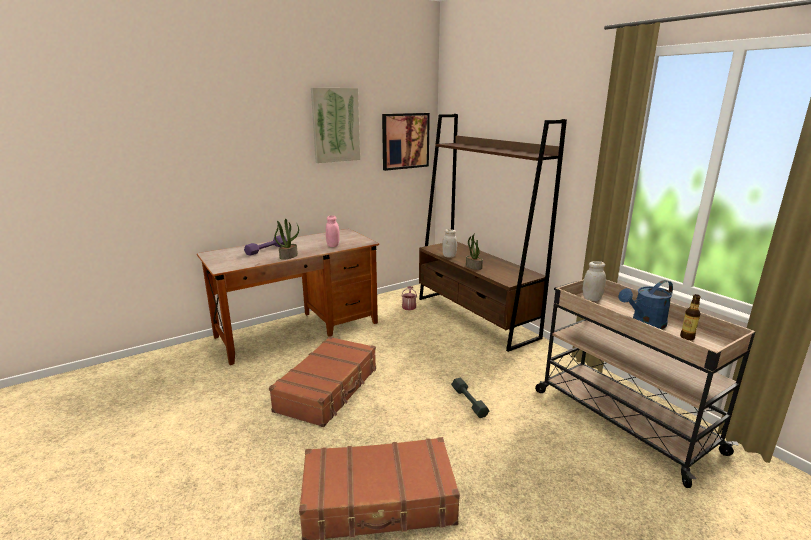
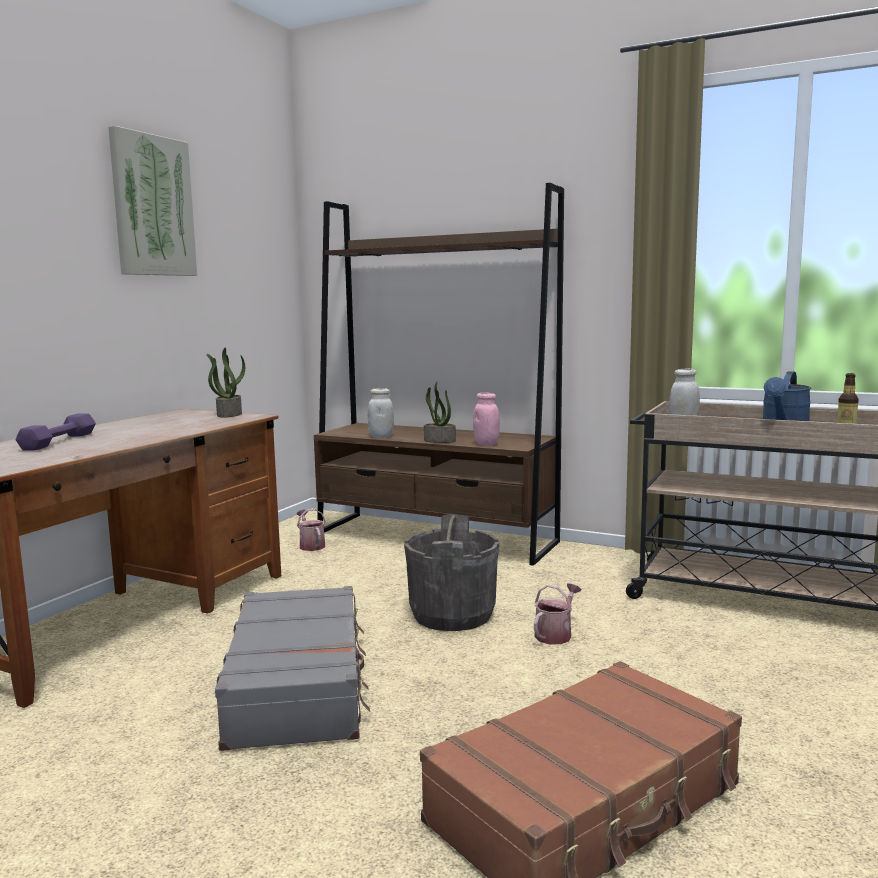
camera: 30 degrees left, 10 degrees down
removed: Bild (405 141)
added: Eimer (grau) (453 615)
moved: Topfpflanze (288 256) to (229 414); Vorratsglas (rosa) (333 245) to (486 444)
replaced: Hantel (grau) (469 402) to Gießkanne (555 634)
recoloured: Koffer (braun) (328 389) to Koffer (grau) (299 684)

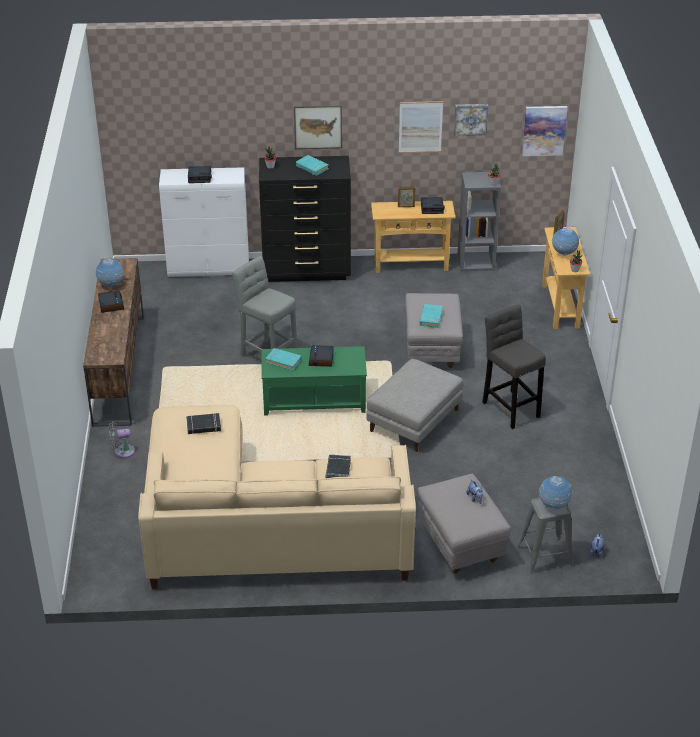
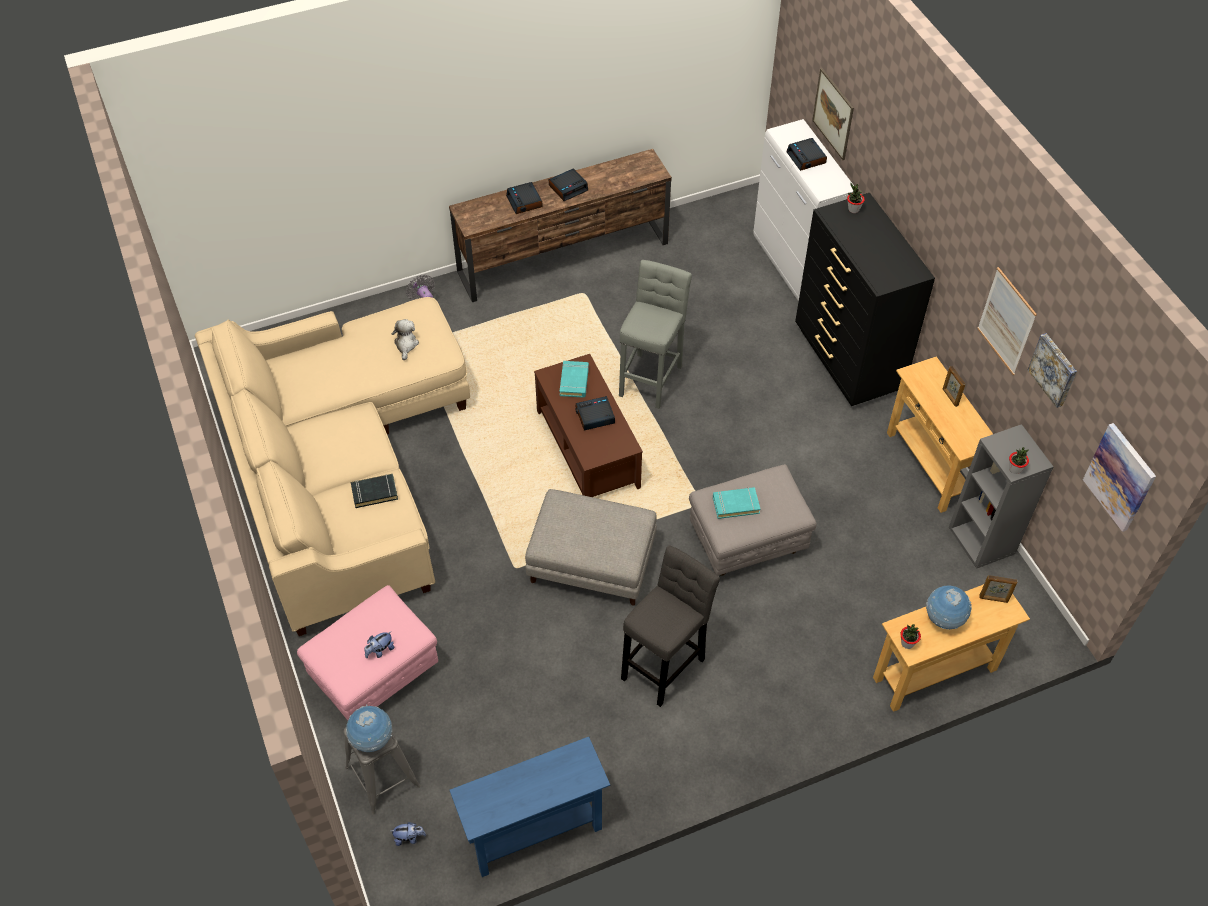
camera: 70 degrees right, 15 degrees up
removed: Globus (111 285); Buch (türkis) (312 167)
added: Konsolentisch (blau) (534 833)
moved: Wecker (432 208) to (525 202); Bild (318 127) to (833 114)
replaced: Buch (schwarz) (203 426) to Plüschtier (406 344)
recoloured: Polsterhocker (grau) (461 545) to Polsterhocker (rosa) (375 677); Couchtisch (grün) (314 400) to Couchtisch (braun) (587 449)

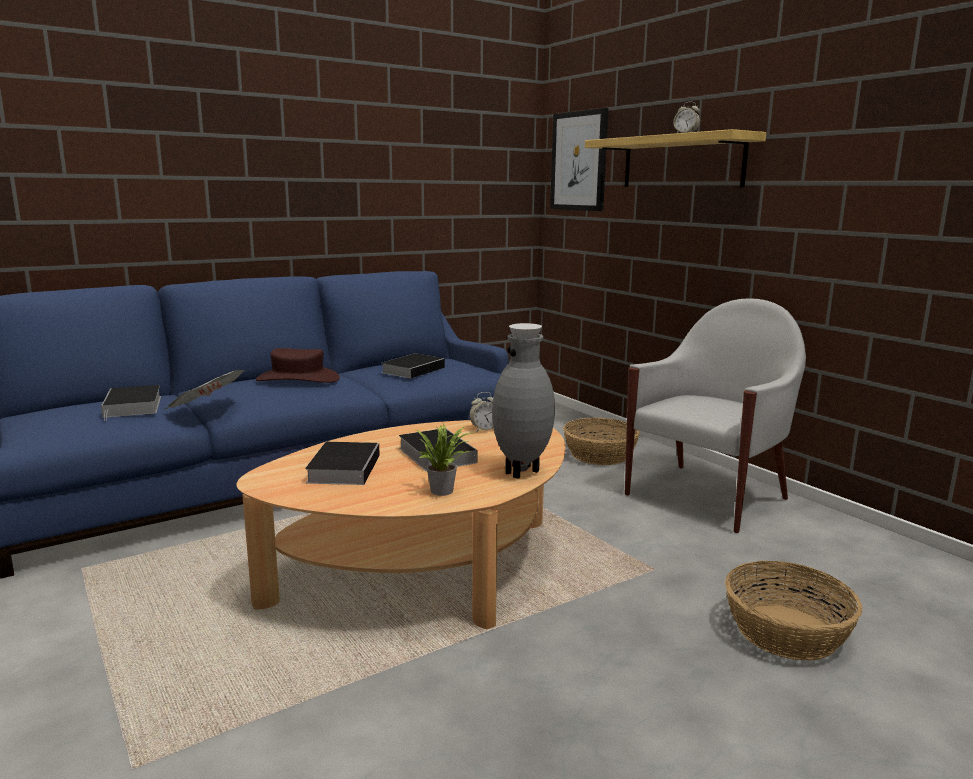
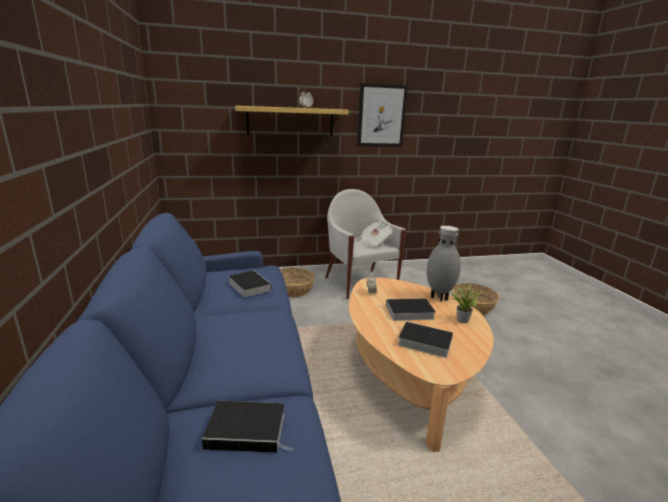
camera: 70 degrees left, 5 degrees up
removed: Hut (braun) (298 379)
moved: Bild (579 161) to (381 116); Zeitung (206 409) to (373 243)

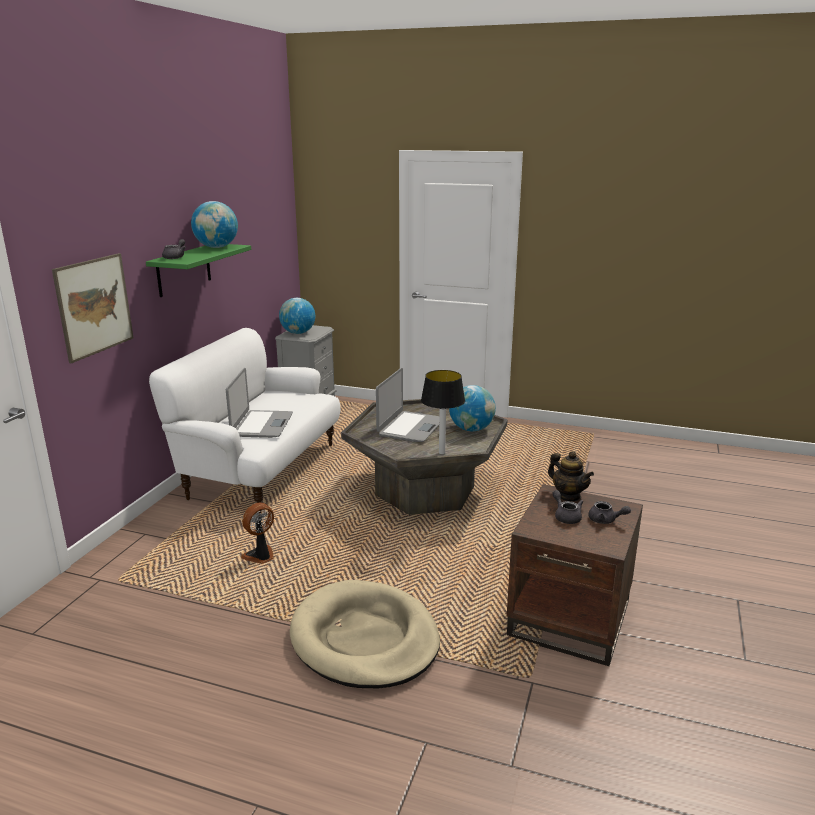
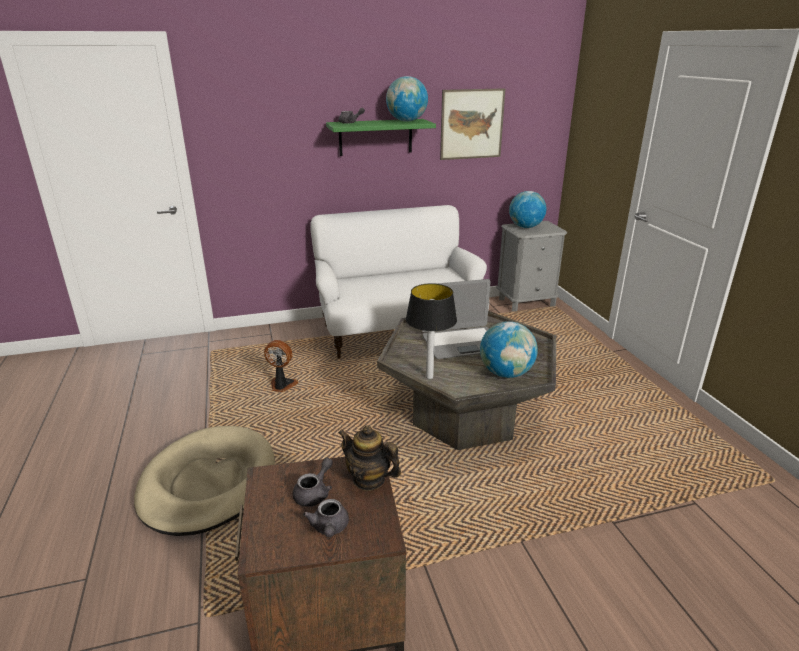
camera: 55 degrees right, 5 degrees up
removed: Laptop (262 425)
moved: Bild (94 306) to (472 124)
turned: Teekanne (568 496) = (369 479) 105 degrees clockwise

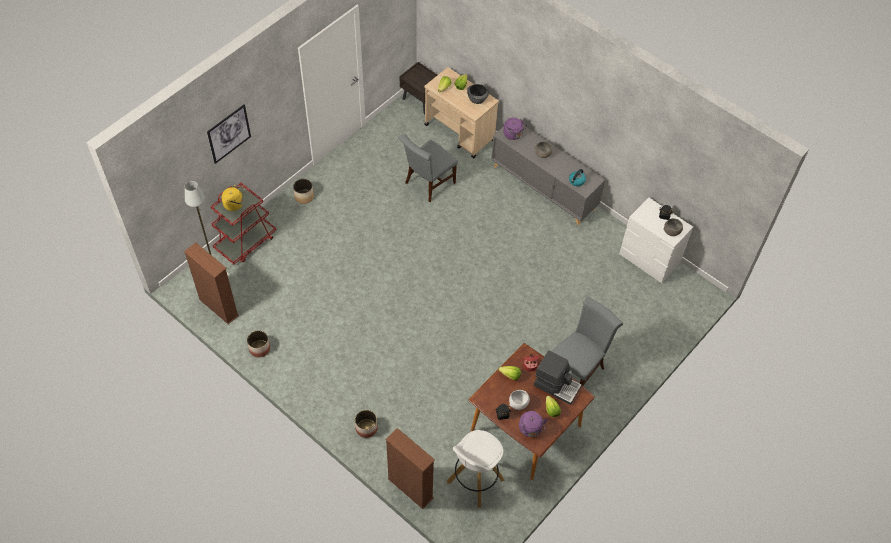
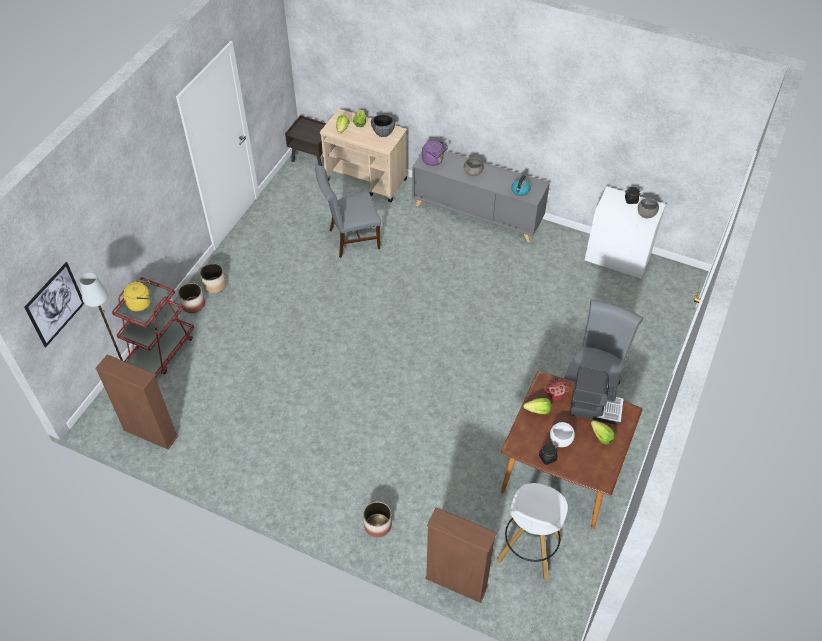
camera: 15 degrees left, 5 degrees down
removed: Wasserkessel (lila) (530 429)
moved: Bild (229 134) to (55 304); Pflanzkübel (259 348) to (193 305)
turned: Stuhl (grau) (427 184) = (350 240) 45 degrees clockwise

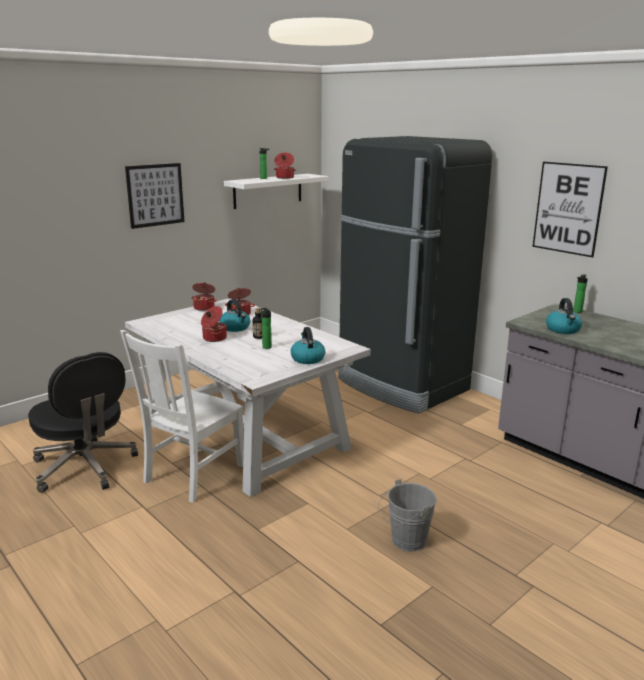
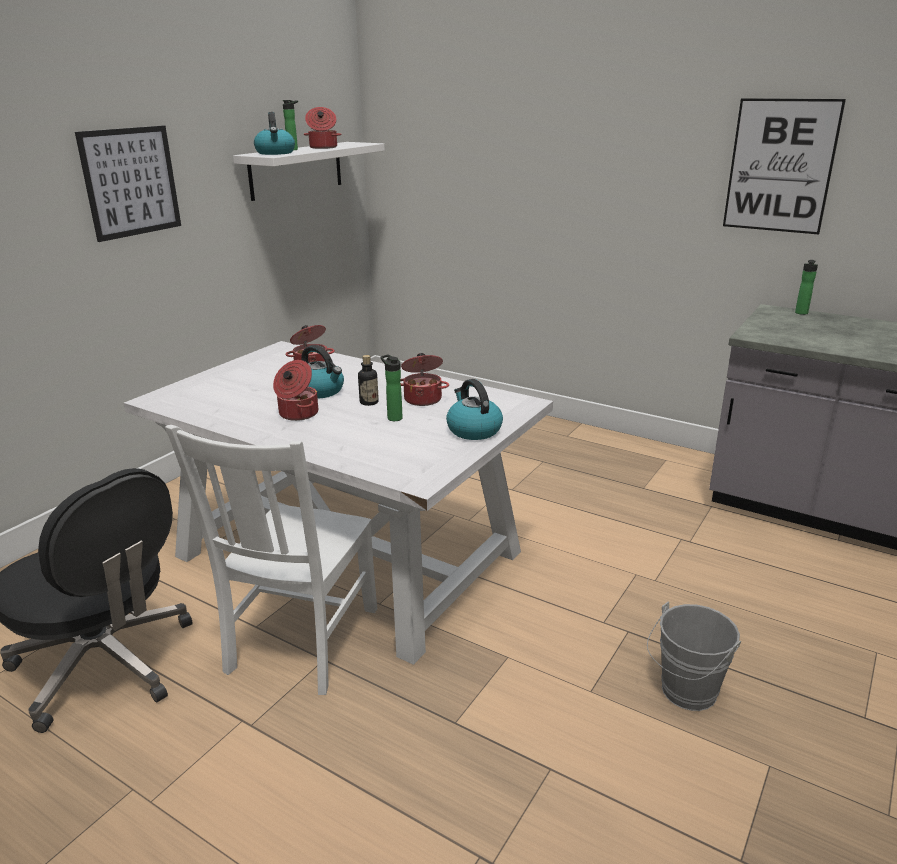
camera: 15 degrees left, 5 degrees up
removed: Kühlschrank (schwarz) (401 385)
moved: Wasserkessel (563 330) to (275 153); Kochtopf (204 307) to (423 399)

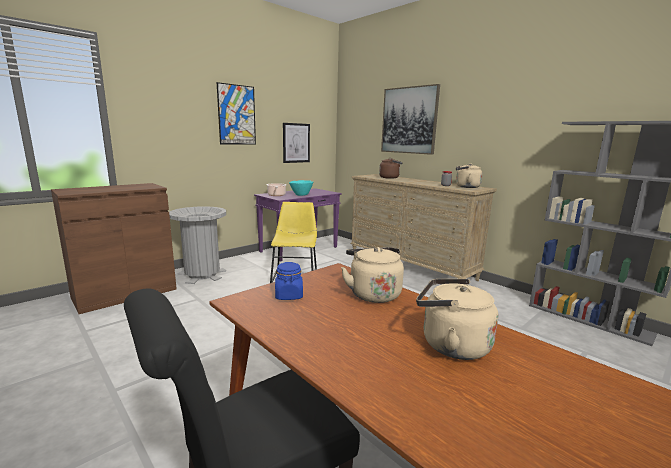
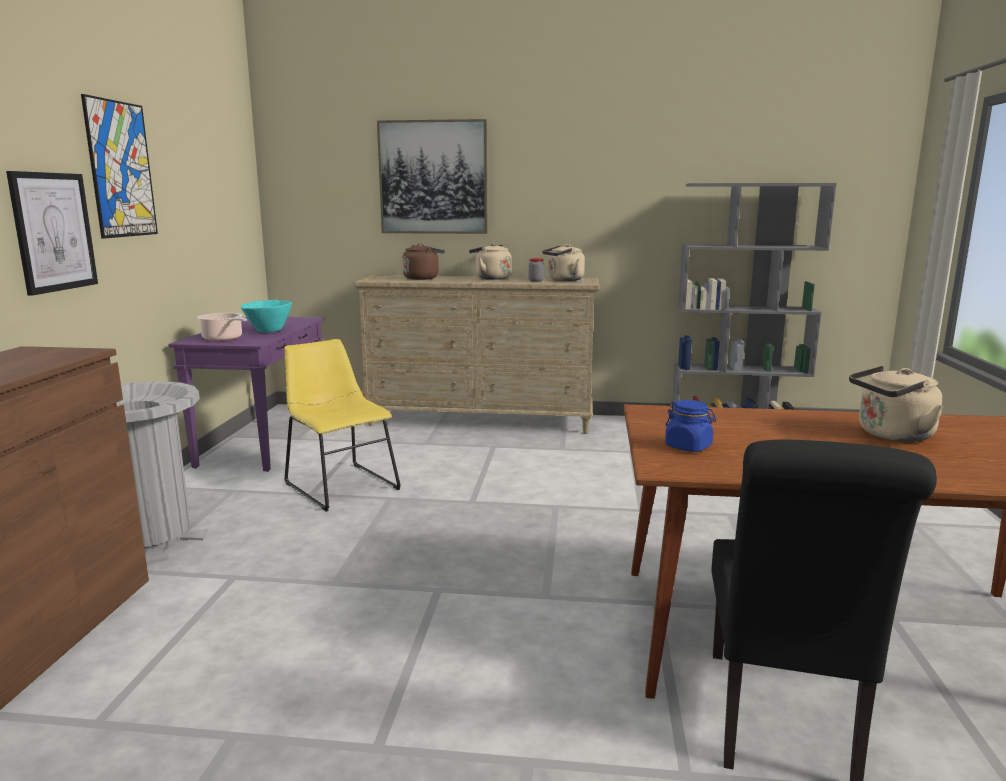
camera: 40 degrees left, 0 degrees up
moved: Bild (296 143) to (53 232); Wasserkessel (beige) (373 293) to (491 278)

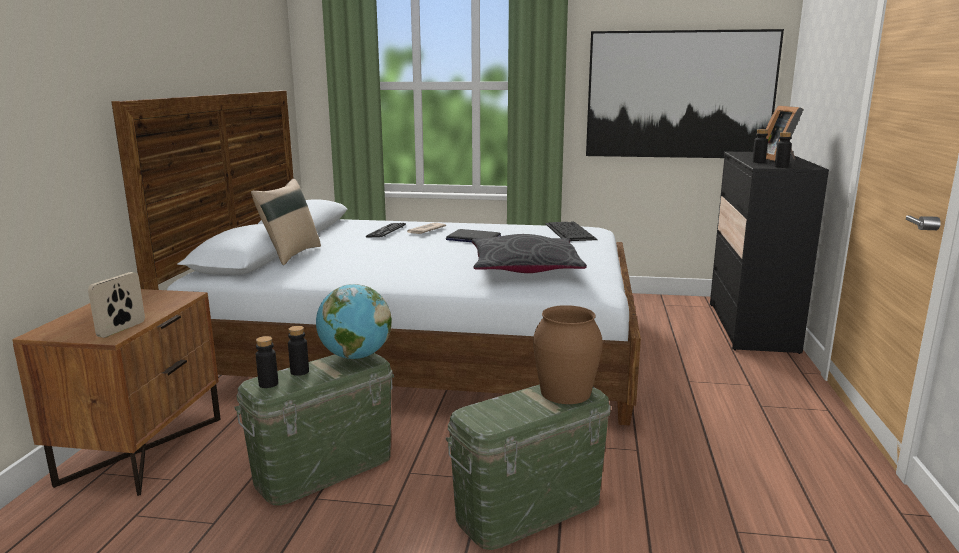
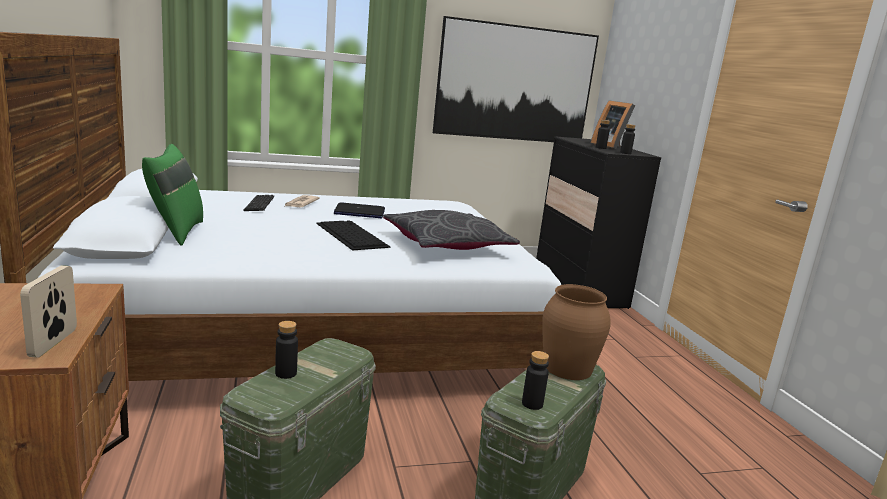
camera: 25 degrees left, 0 degrees up
removed: Globus (355 356)
moved: Tastatur (569 231) to (350 234); Flasche (schwarz) (268 384) to (532 404)
recoloured: Kissen (beige) (290 254) to Kissen (grün) (175 232)

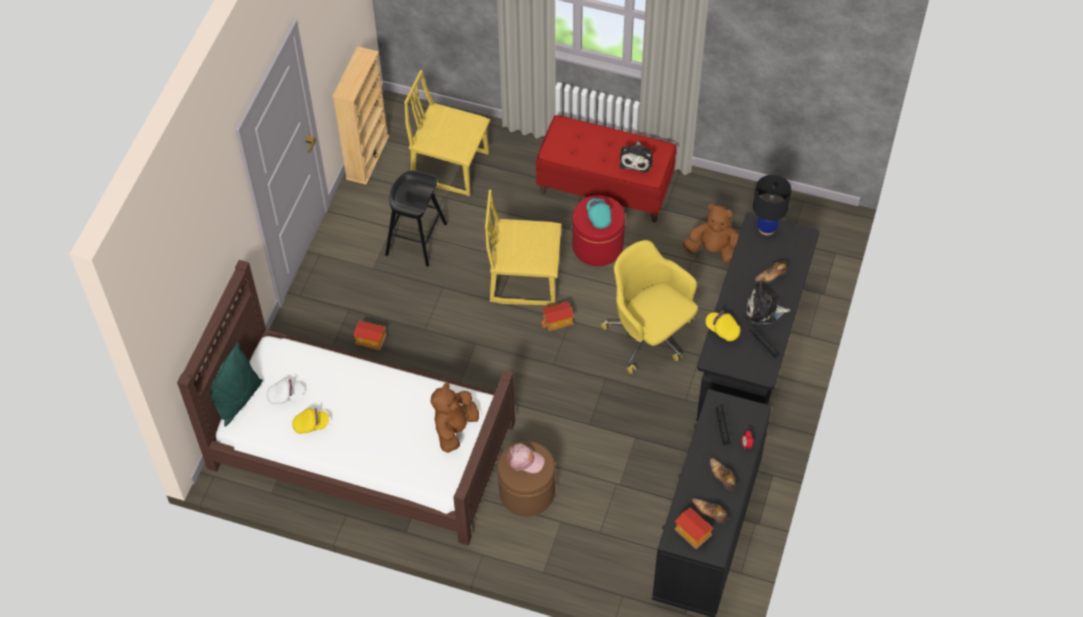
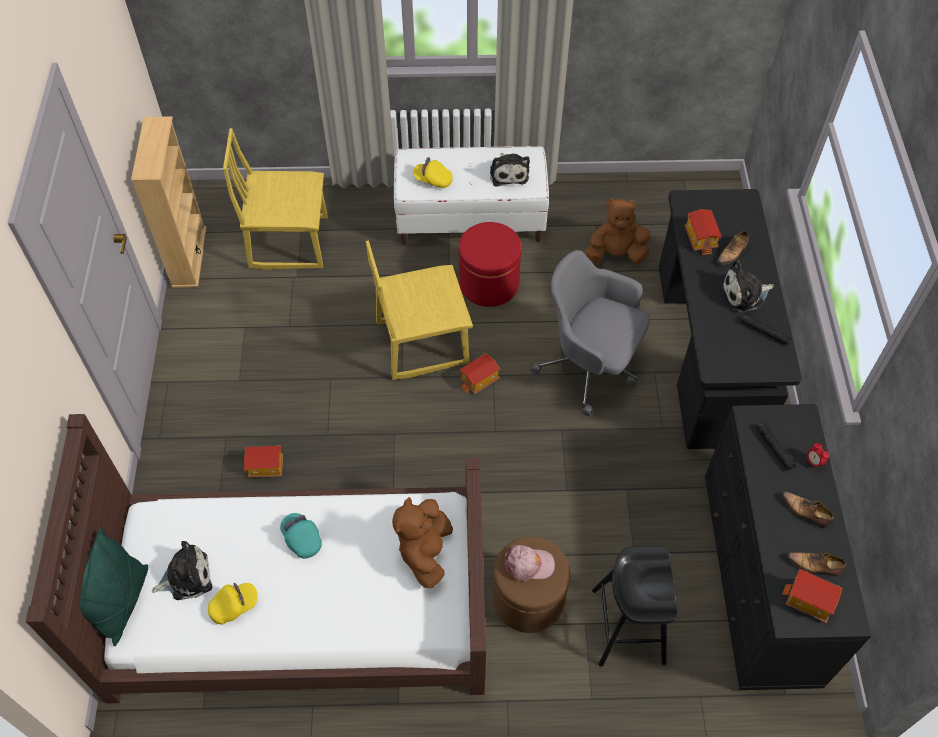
camera: 20 degrees left, 0 degrees up
removed: Tischlampe (schwarz) (766 228)
added: Spielzeughaus (701 239)
moved: Kappe (türkis) (598 216) to (302 539); Kappe (gelb) (722 329) to (433 180); Hocker (schwarz) (416 239) to (628 626)
replaced: Kappe (weiß) (285 396) to Plüschtier (186 577)
recoloured: Bank (rot) (605 187) to Bank (weiß) (471 220); Bürostuhl (gelb) (650 336) to Bürostuhl (grau) (590 366)

